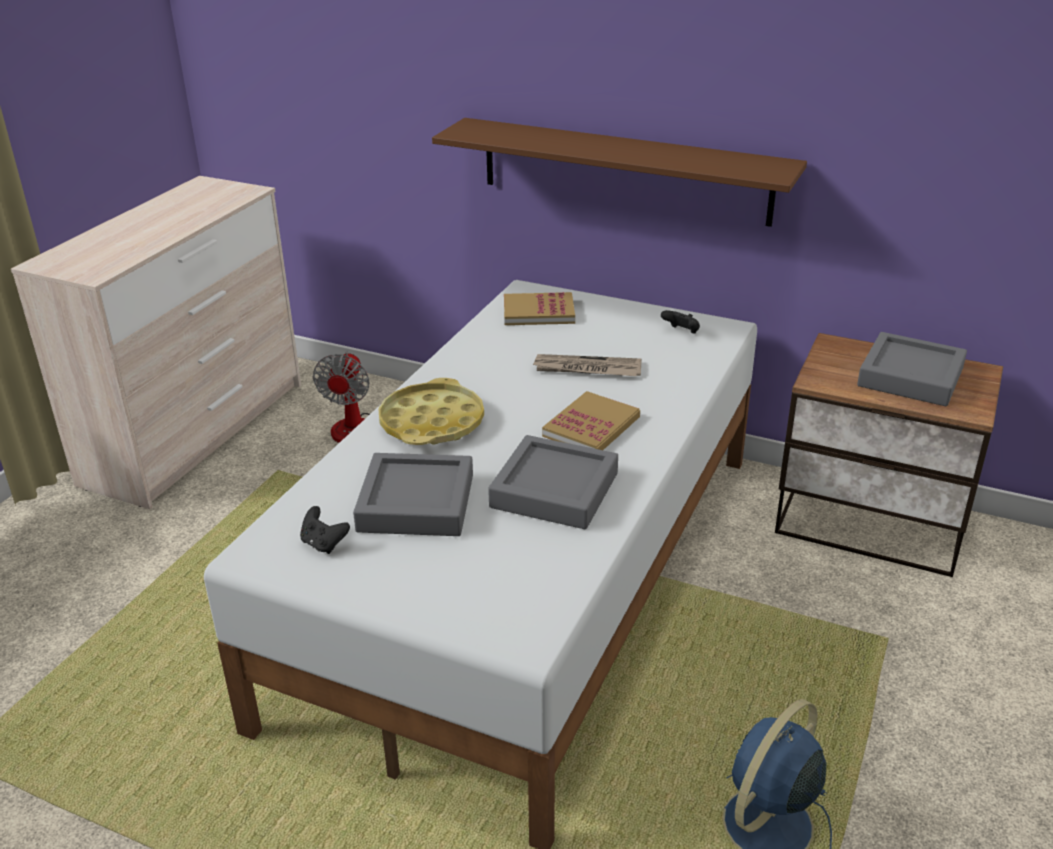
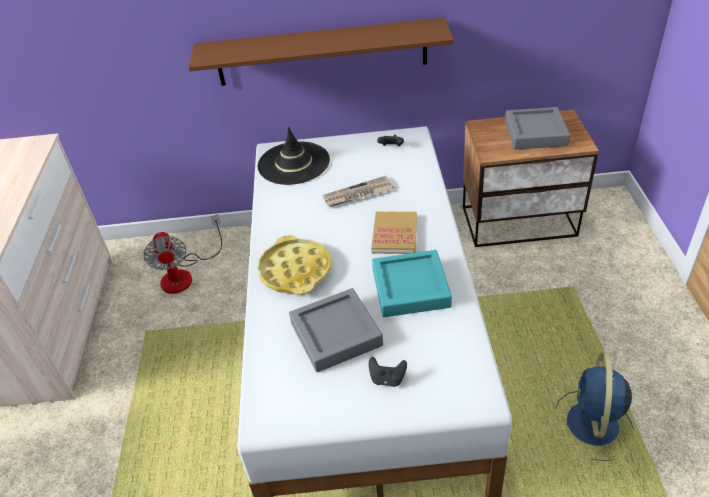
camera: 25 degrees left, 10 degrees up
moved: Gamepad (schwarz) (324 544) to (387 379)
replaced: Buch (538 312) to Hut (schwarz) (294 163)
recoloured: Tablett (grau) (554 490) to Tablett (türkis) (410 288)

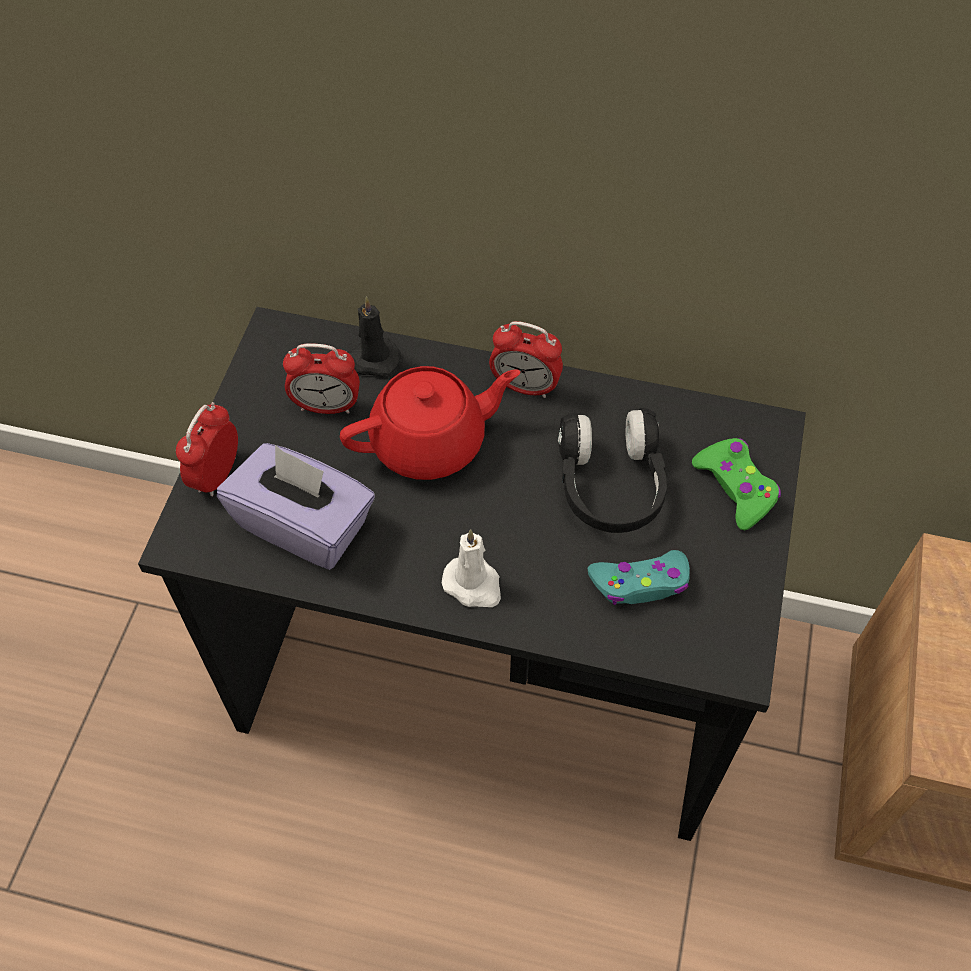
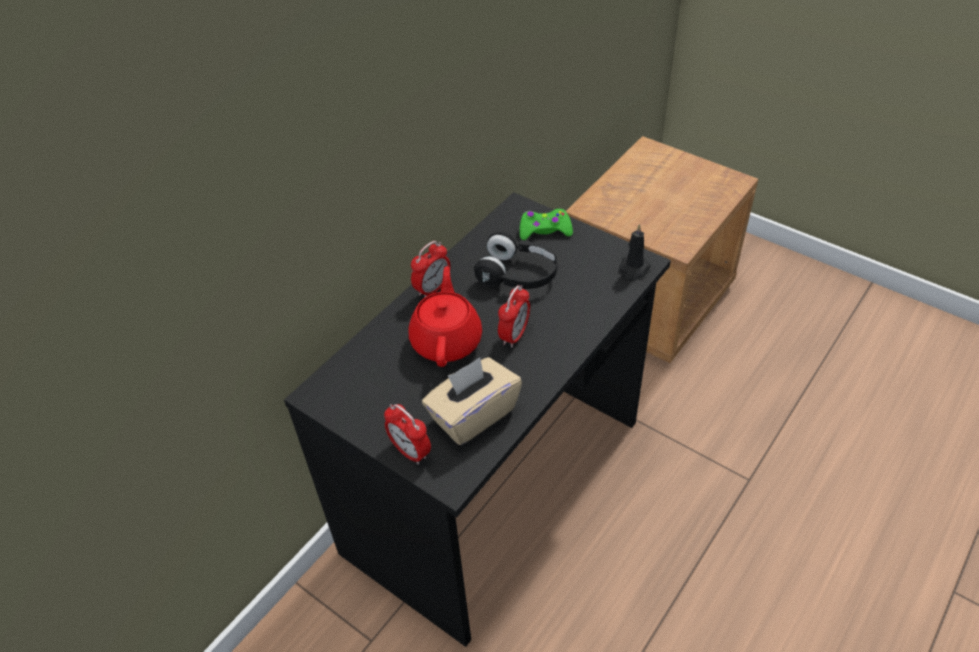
camera: 65 degrees left, 10 degrees down
removed: Kerze (weiß) (473 584); Gamepad (türkis) (640 583)
moved: Wecker (326 406) to (514 335); Kerze (schwarz) (371 359) to (633 269)
recoloured: Taschentuchbox (lila) (304 525) to Taschentuchbox (beige) (473 414)

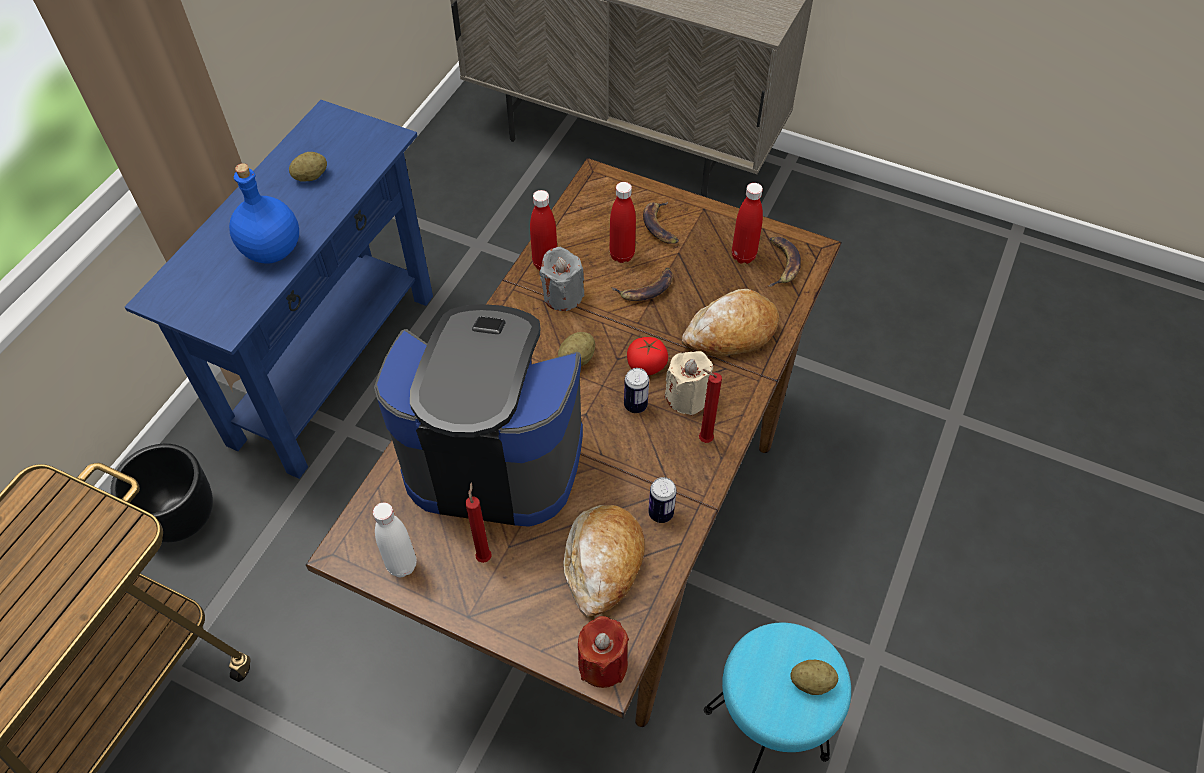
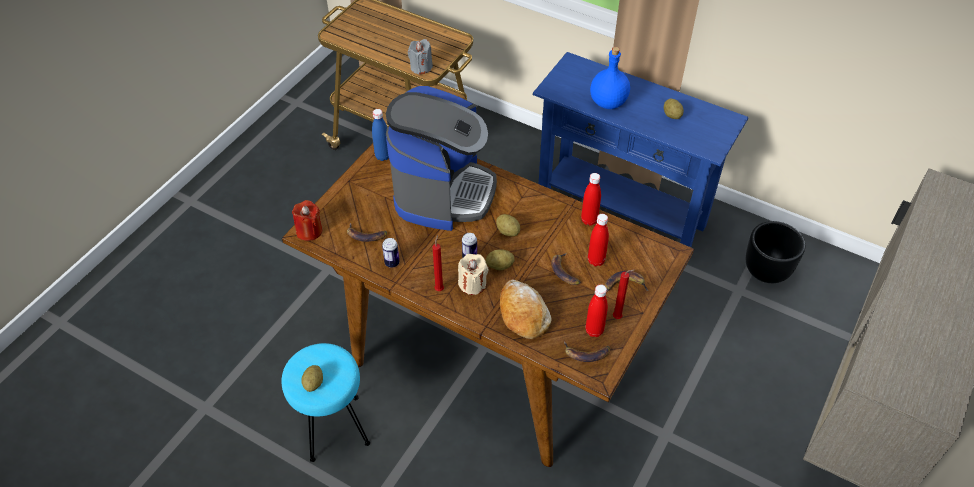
camera: 95 degrees right, 5 degrees down
moved: Kerze (grau) (562 296) to (421 67); Kerze (rot) (484 555) to (618 317); Pflanzkübel (schwarz) (182 518) to (765 272)
replaced: Brot (603 563) to Banane (366 235); Tomate (646 365) to Kartoffel (500 266)
recoloured: Flasche (weiß) (402 565) to Flasche (blau) (383 156)

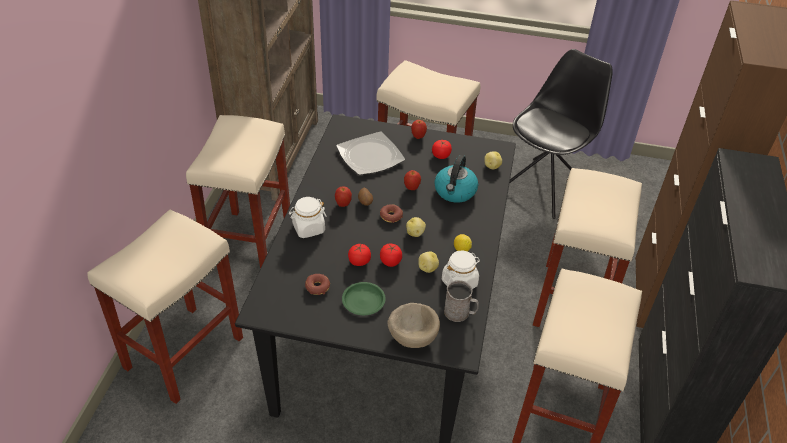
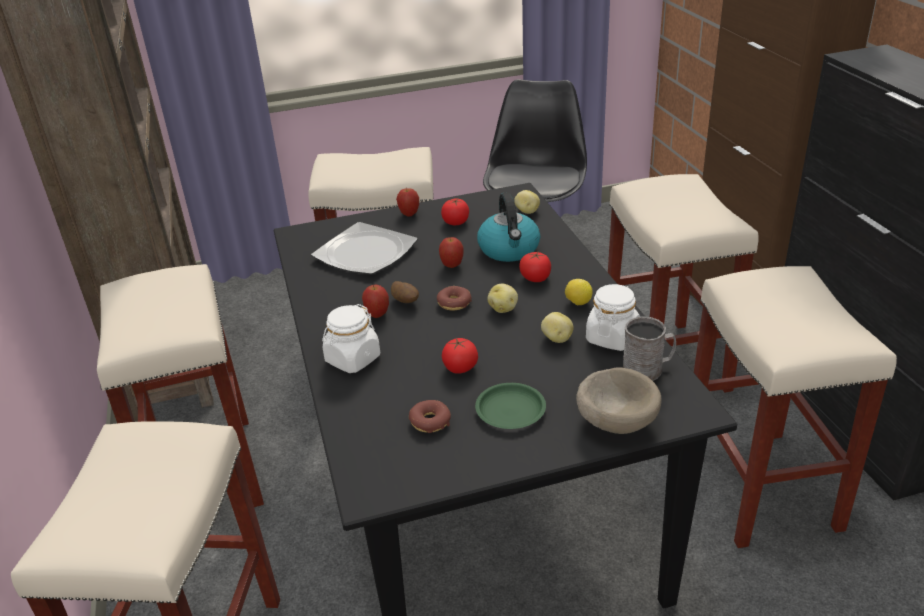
camera: 25 degrees left, 10 degrees down
moved: Tomate (390 261) to (535 278)

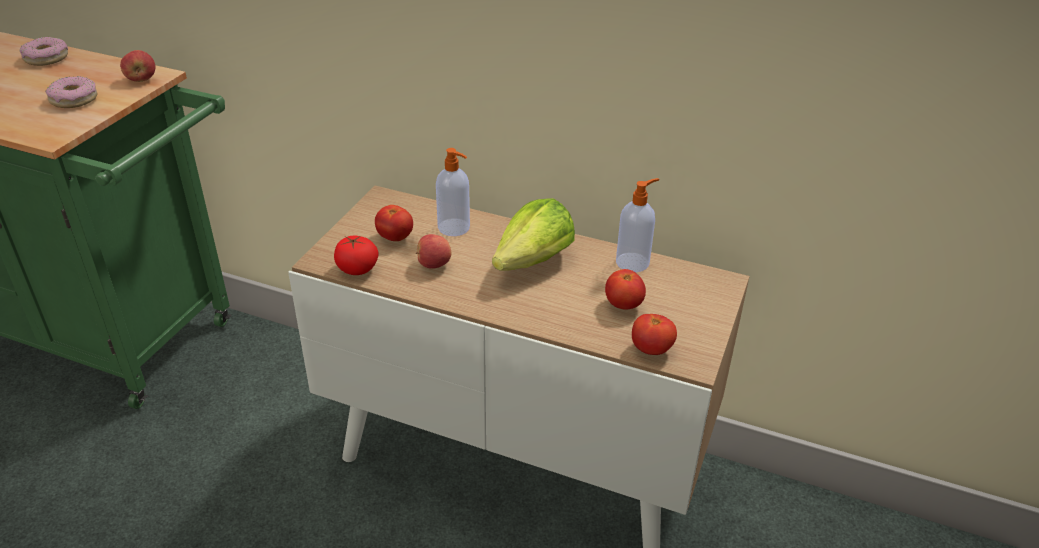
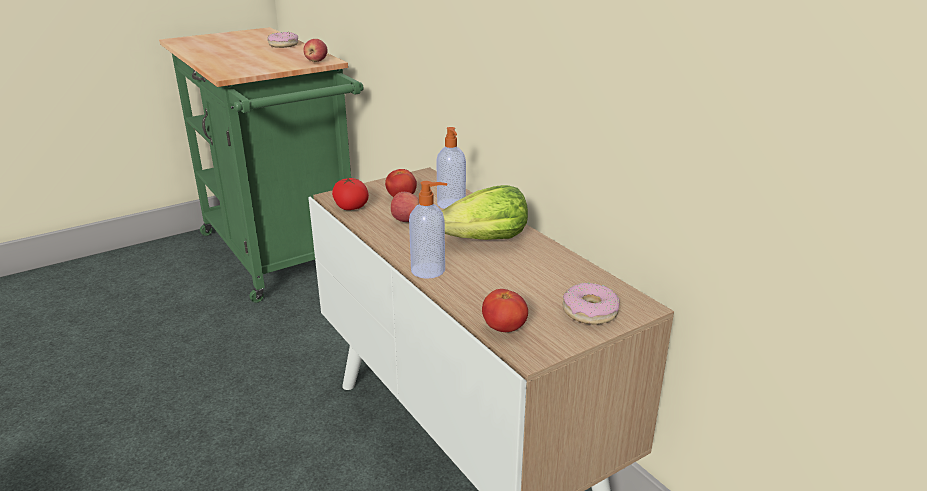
camera: 35 degrees right, 10 degrees down
removed: Tomate (623 305)
moved: Seifenspender (633 262) to (429 270); Donut (74 99) to (589 311)

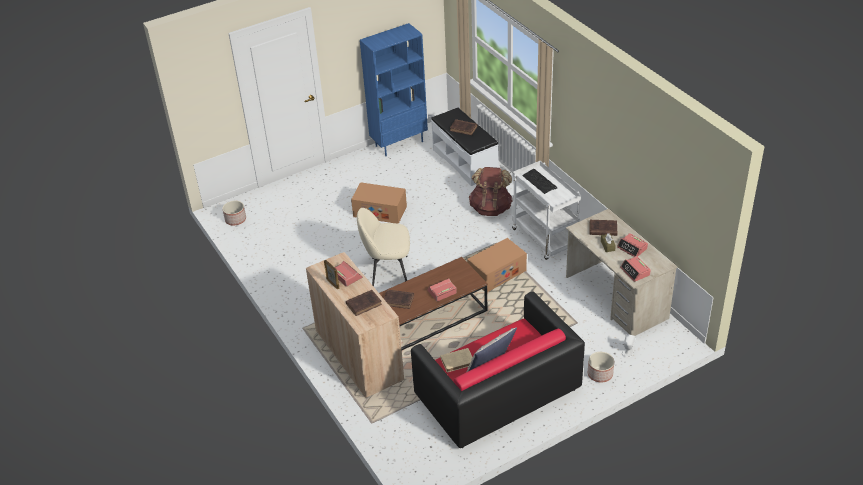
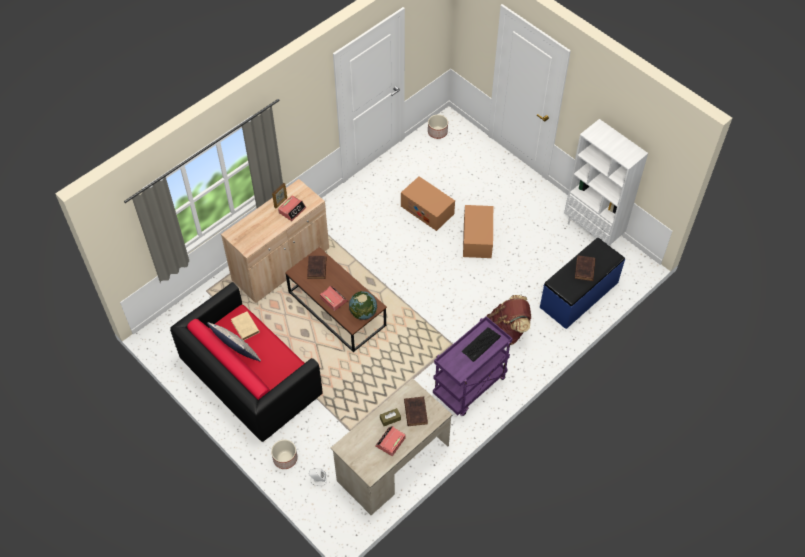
camera: 75 degrees right, 15 degrees up
removed: Buch (braun) (364 304); Stuhl (beige) (388 271); Wecker (635 272)
added: Globus (363 313)
moved: Karton (496 274) to (427 210)
recoloured: Rollwagen (weiß) (545 239) to Rollwagen (lila) (469 387); Bank (weiß) (465 161) to Bank (blau) (579 295); Bücherregal (blau) (399 143) to Bücherregal (weiß) (593 230)

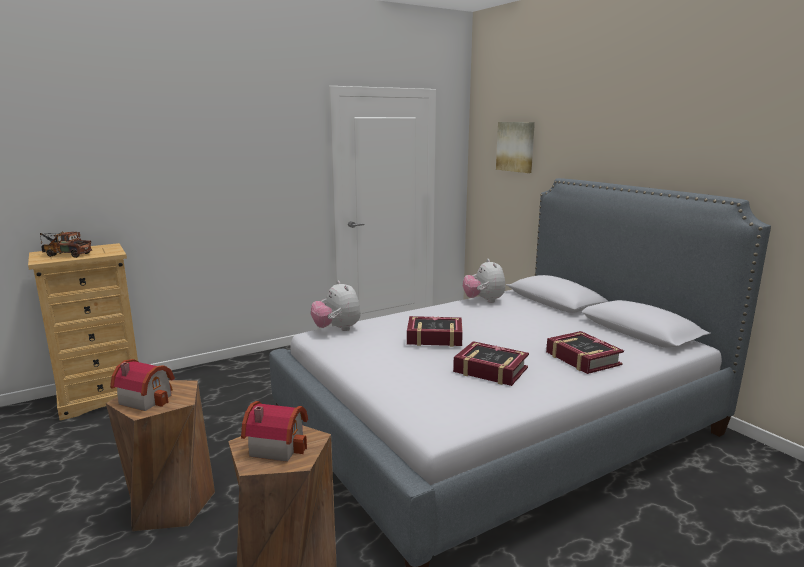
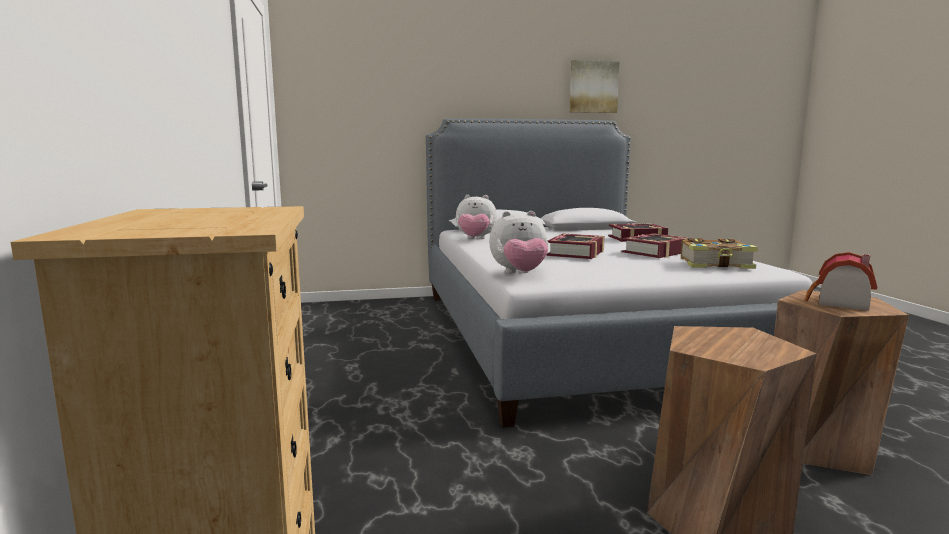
camera: 70 degrees left, 5 degrees down
removed: Spielzeuglaster (65 254); Spielzeughaus (147 398)
added: Buch (716 264)
moved: Bild (516 146) to (593 87)

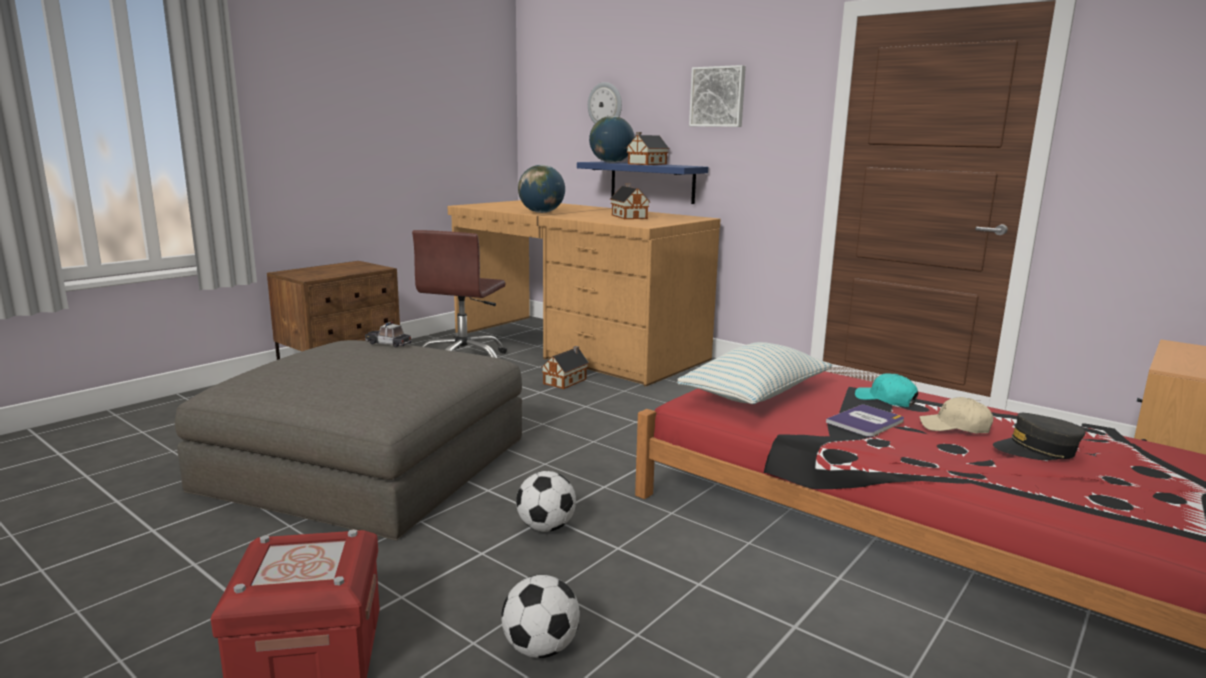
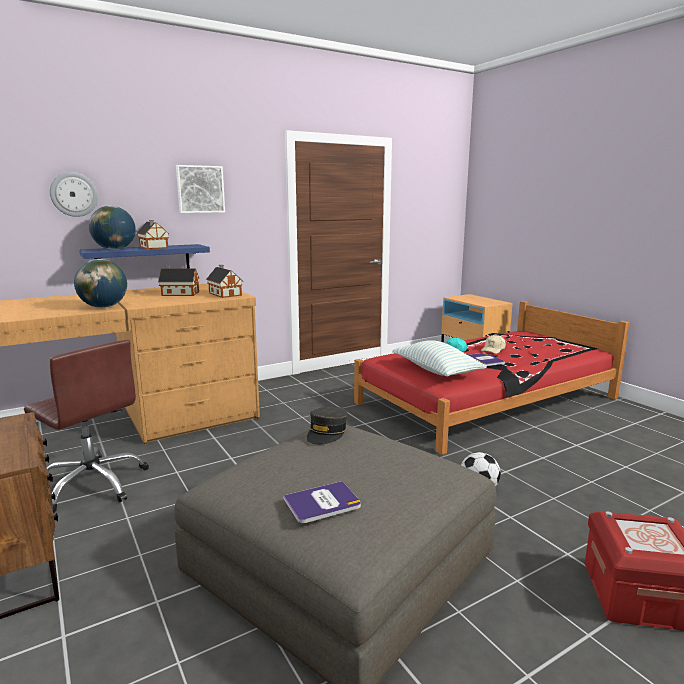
camera: 70 degrees left, 0 degrees up
removed: Spielzeugauto (389 343); Fußball (540 649)
added: Buch (322 503)
moved: Spielzeughaus (566 381) to (225 294); Kappe (grau) (1037 450) to (326 433)

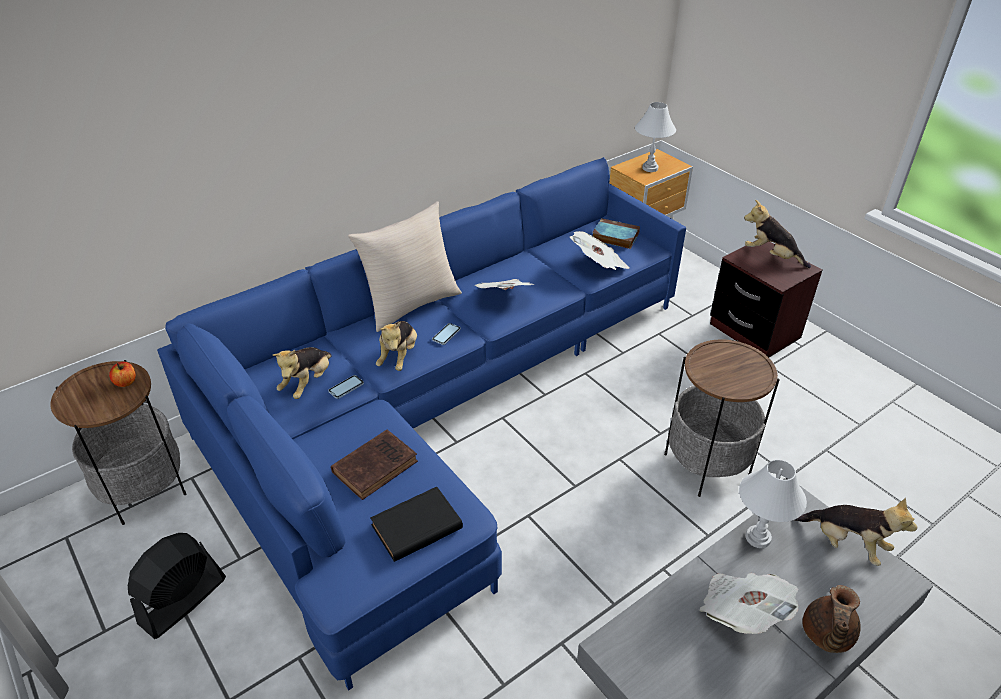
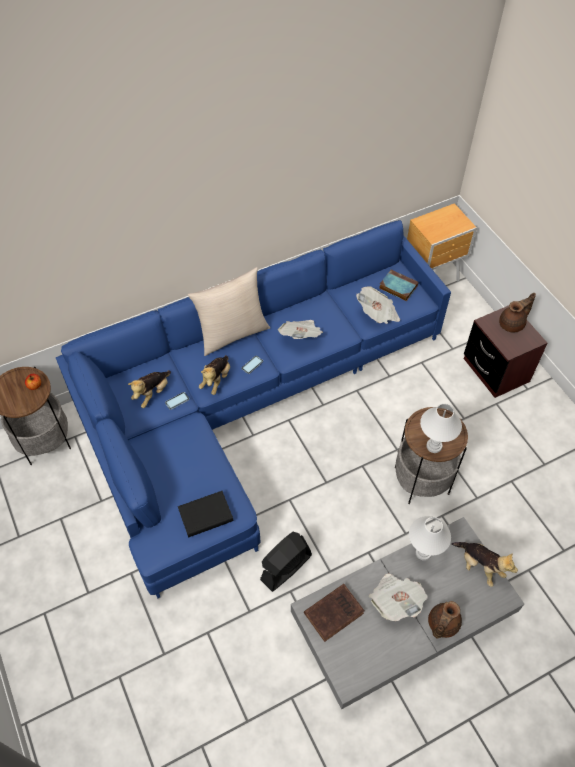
camera: 10 degrees right, 15 degrees up
moved: Ventilator (schwarz) (182 601) to (285 567); Buch (braun) (377 466) to (335 612); Tischlampe (weiß) (649 168) to (434 446)
replaced: Plüschtier (771 256) to Teekanne (braun) (512 324)

